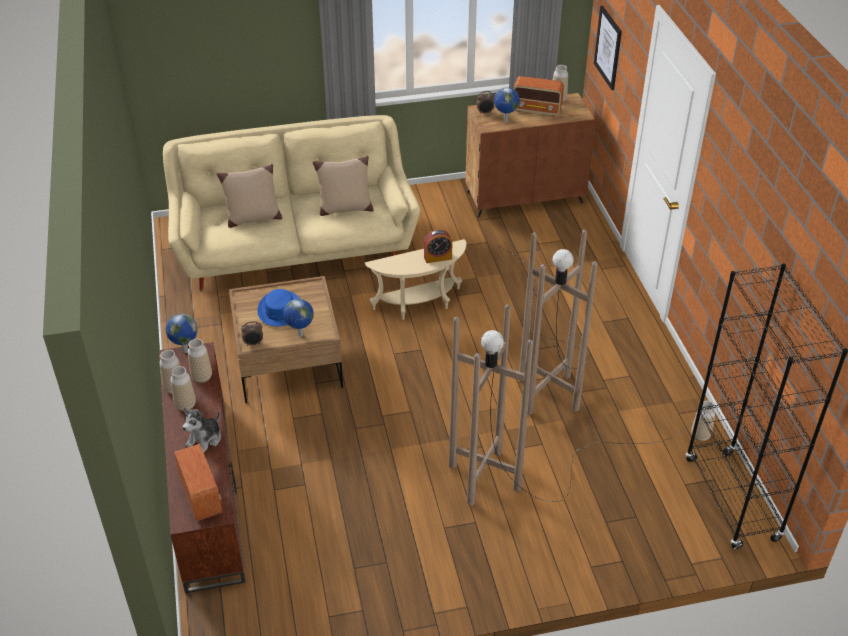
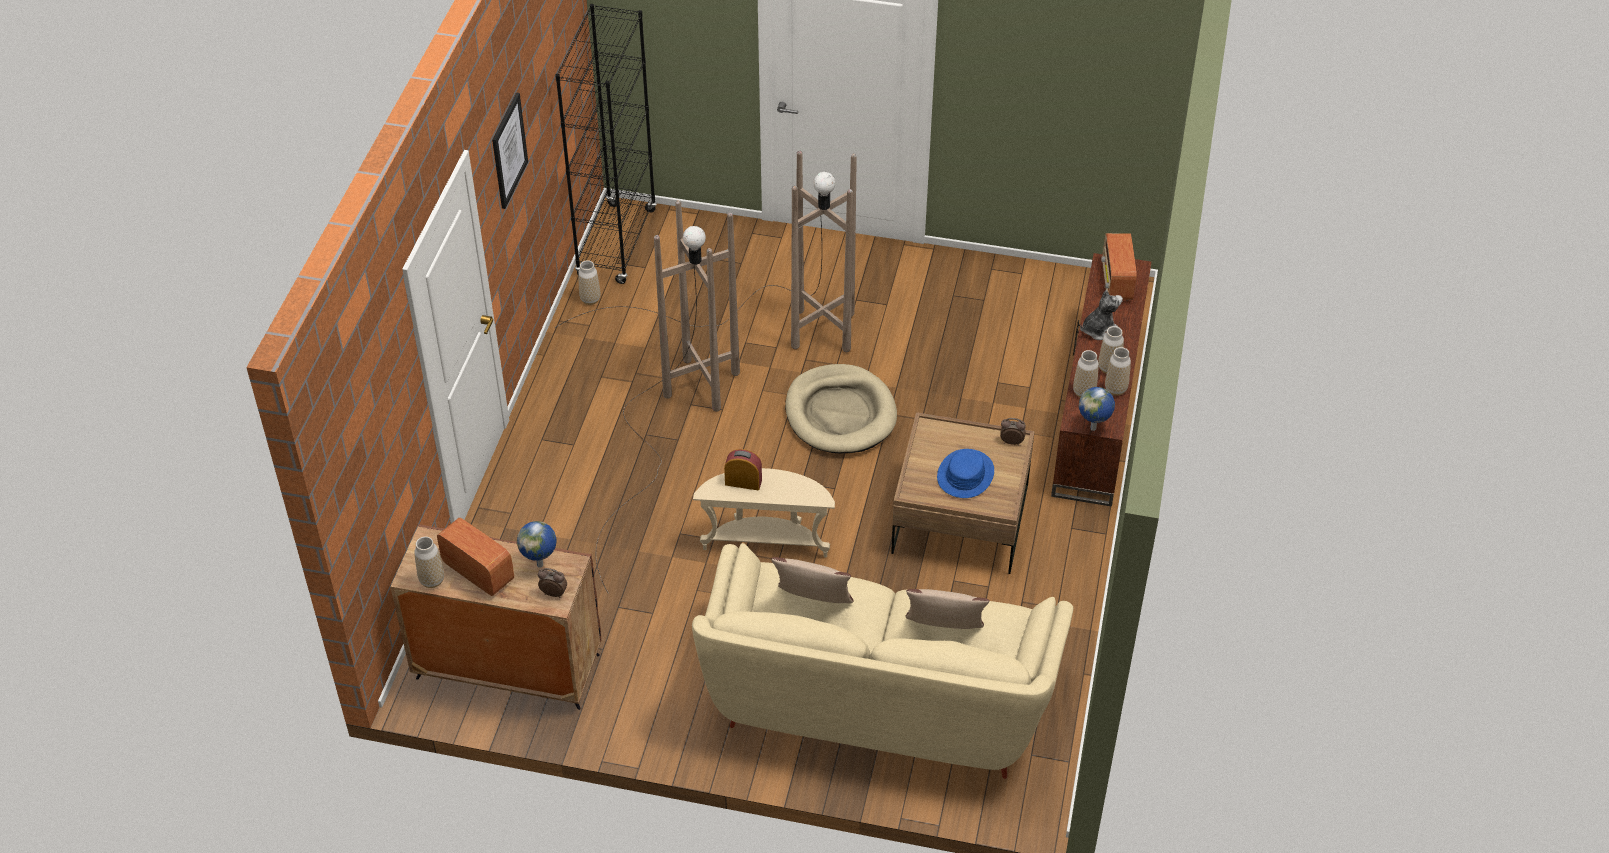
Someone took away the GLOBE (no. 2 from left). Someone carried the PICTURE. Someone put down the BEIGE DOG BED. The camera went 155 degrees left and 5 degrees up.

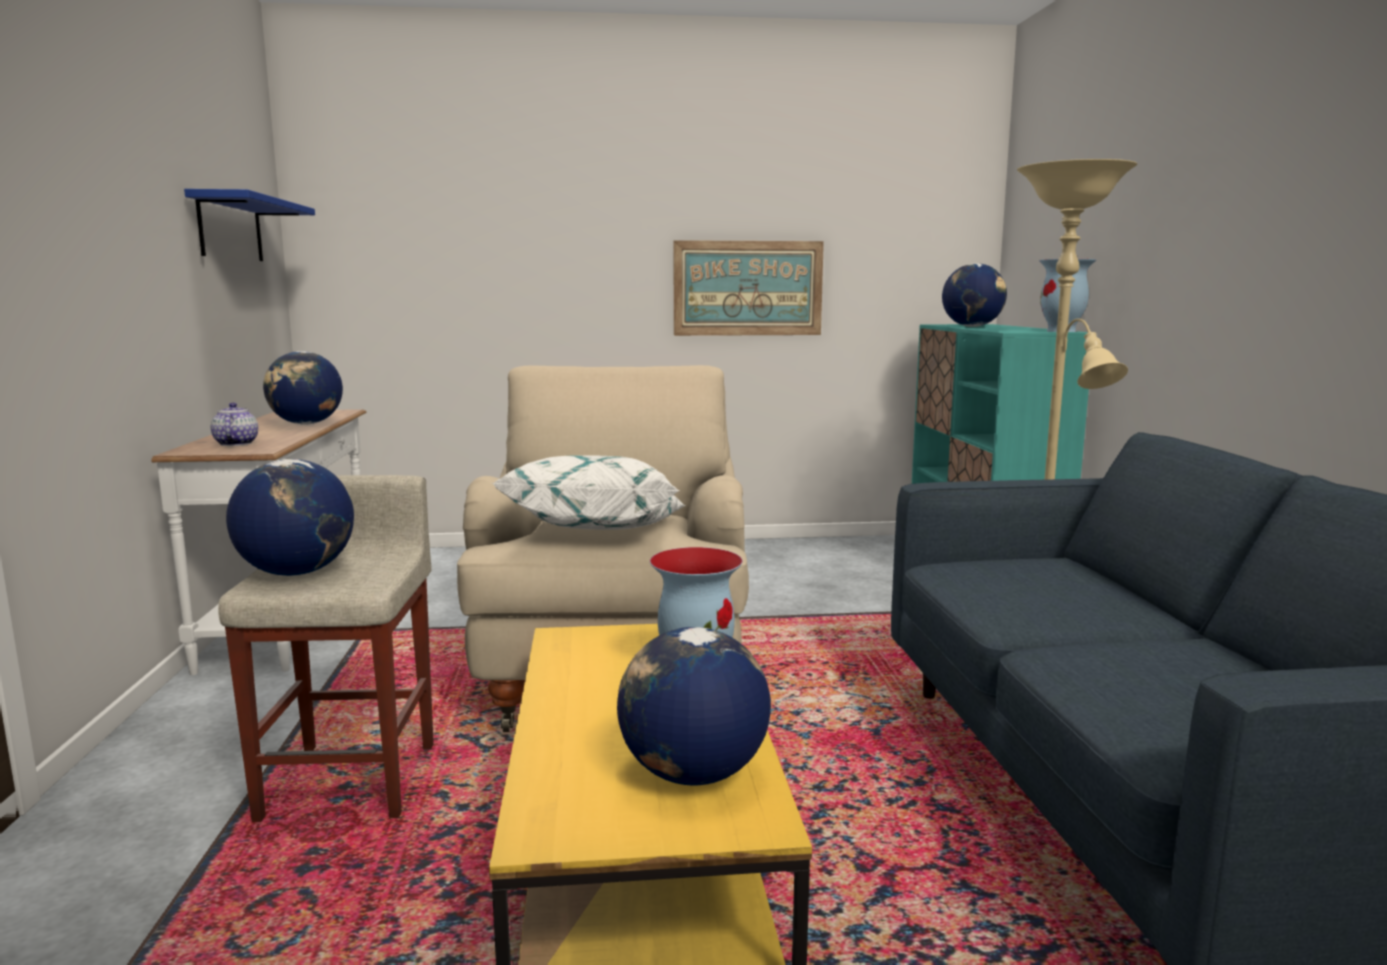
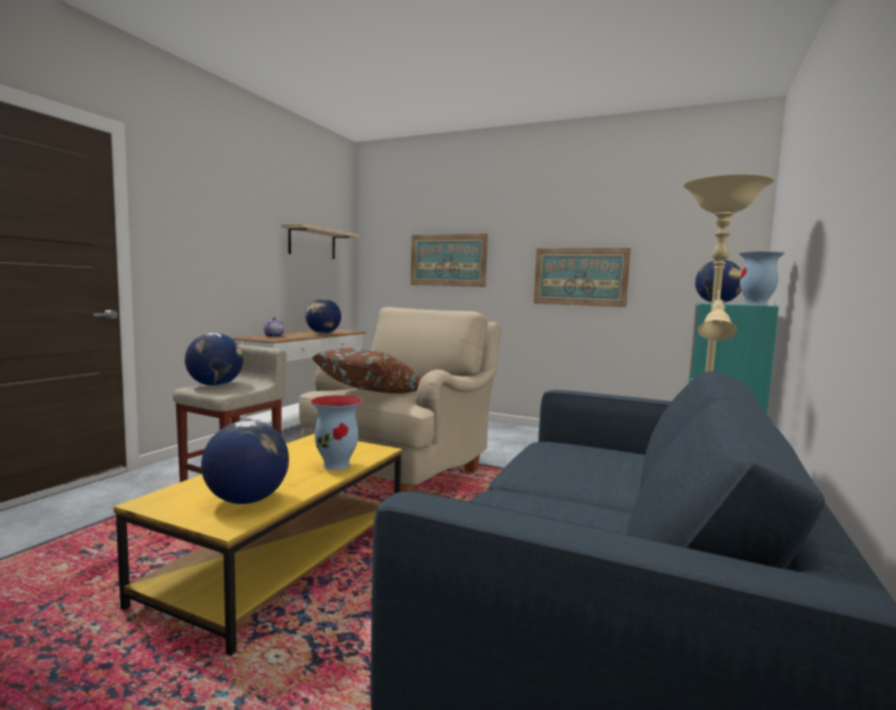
Someone repainted the BLUE SHELF, which became the BEIGE SHELF. Someone repainted the WHITE PILLOW, which became the BROWN PILLOW. Someone put up the PICTURE (no. 1 from left). The camera went 30 degrees right and 5 degrees down.

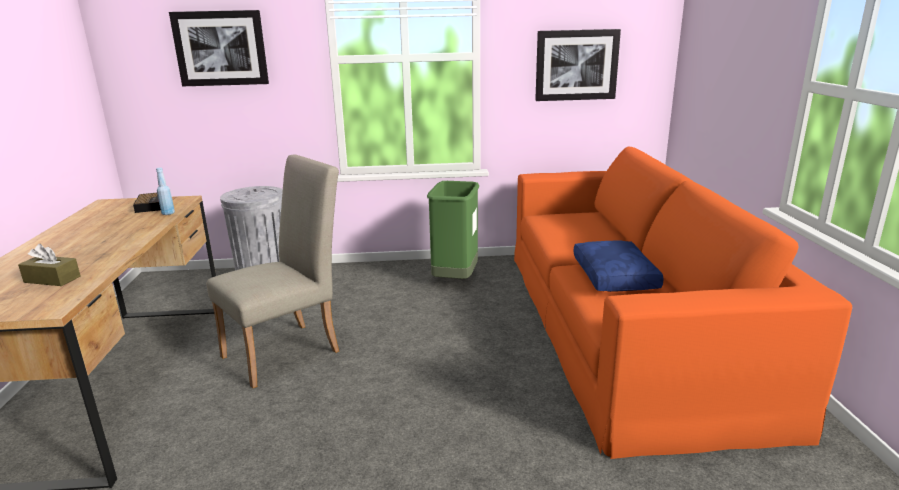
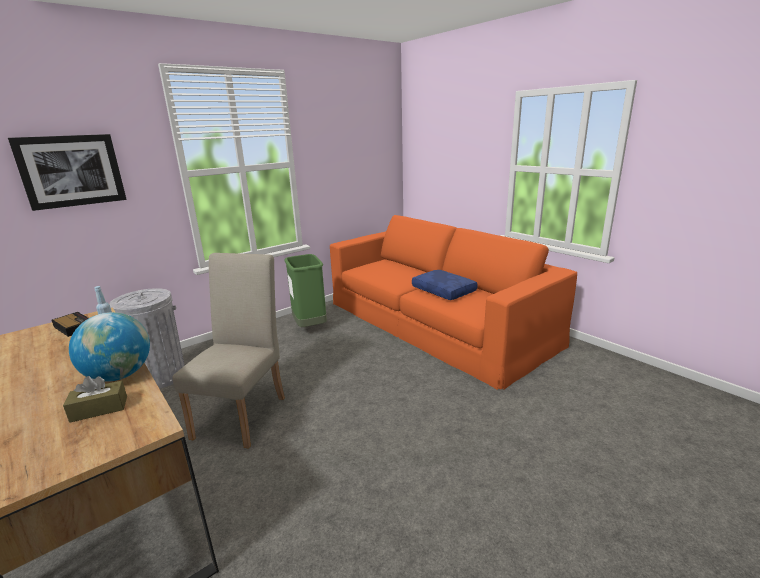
Someone took away the PICTURE (no. 2 from left). Someone put down the GLOBE. The camera went 35 degrees left and 0 degrees up.

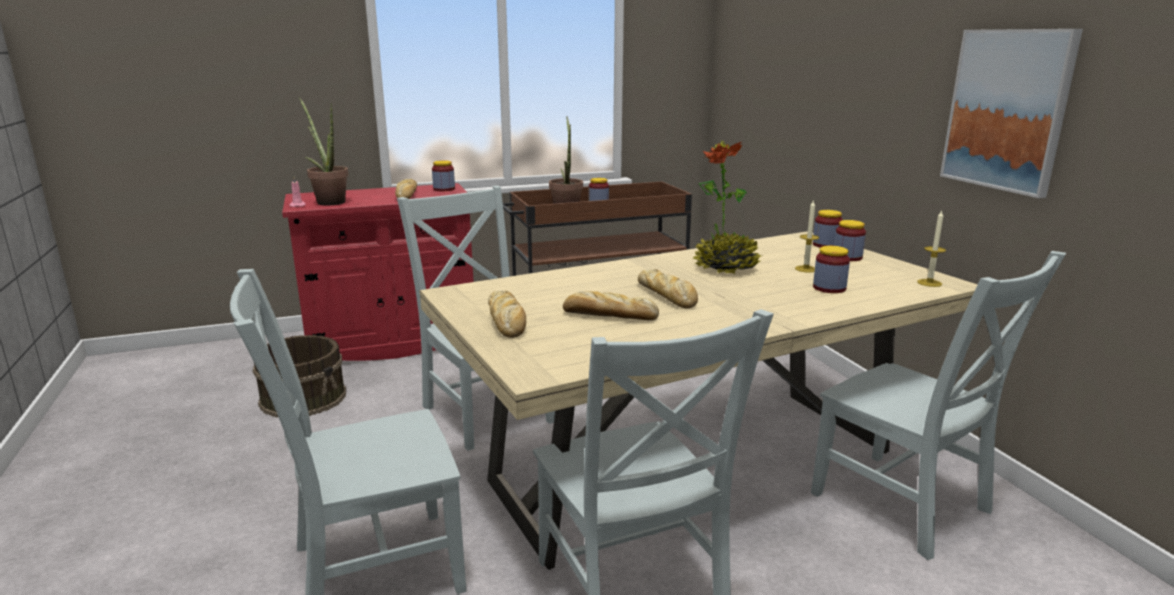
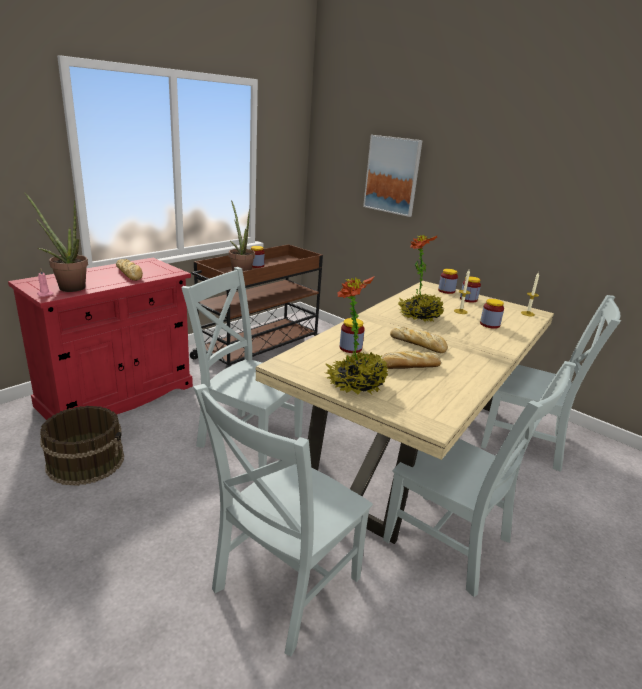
Someone carried the JAR (no. 1 from left in the first image). Someone swapped the BREAD (no. 2 from left) for the POTTED PLANT (no. 3 from left). Someone carried the PICTURE. The camera went 30 degrees left and 5 degrees up.

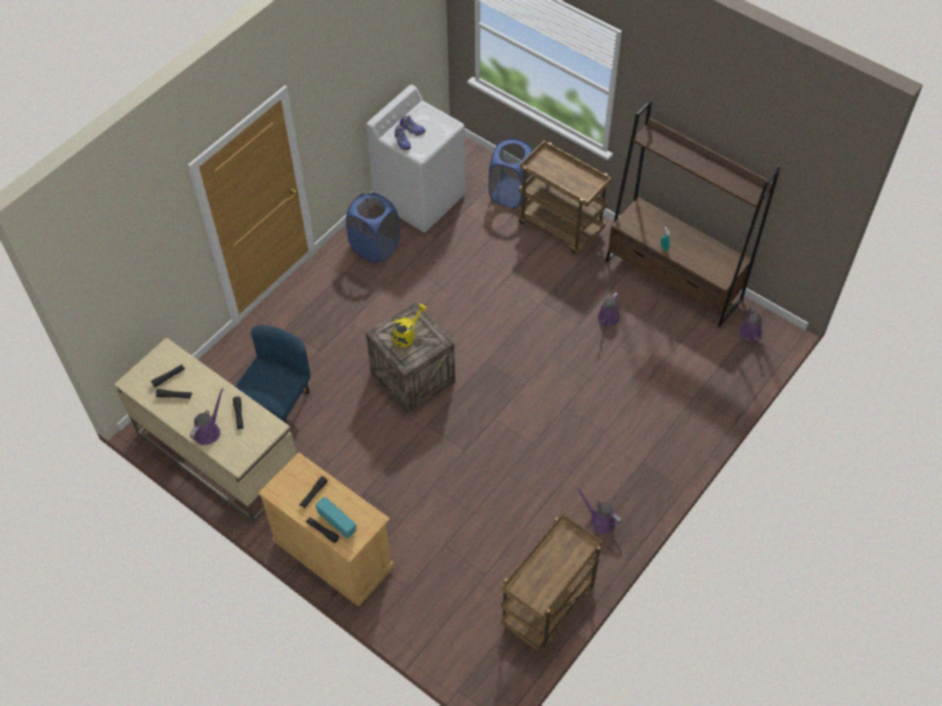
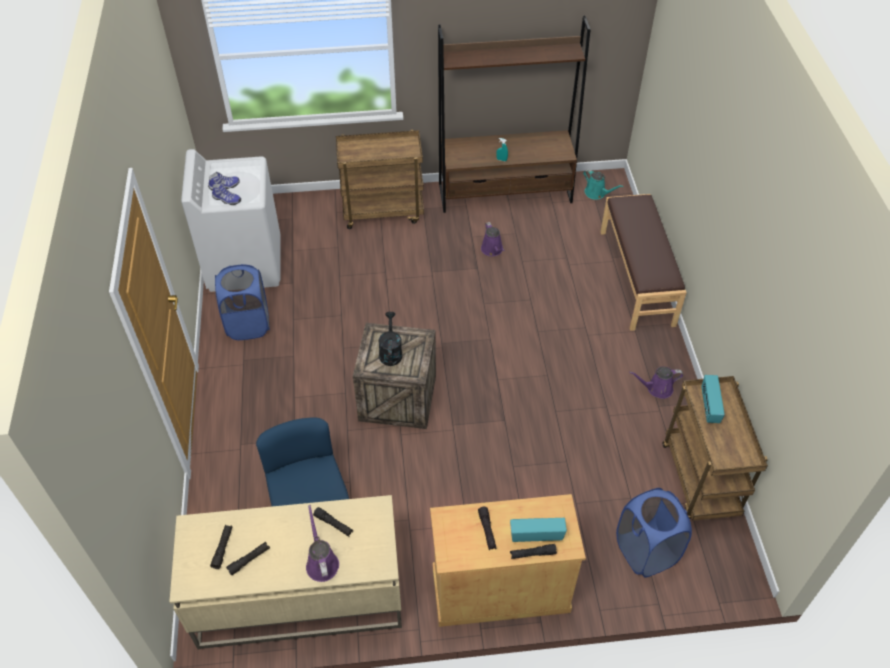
Someone repainted the YELLOW WATERING CAN, which became the BLACK WATERING CAN. Someone carried the BLUE LAUNDRY BASKET (no. 2 from left). Someone repainted the PURPLE WATERING CAN (no. 4 from left), which became the TURQUOISE WATERING CAN. Someone put down the BROWN BENCH. Someone put down the RADIO (no. 2 from left). The camera went 45 degrees left and 5 degrees down.

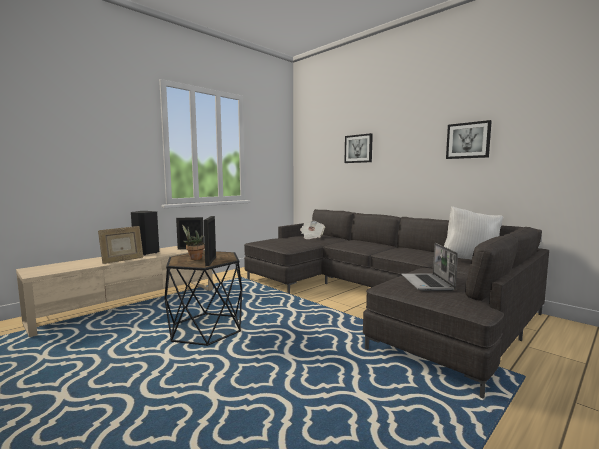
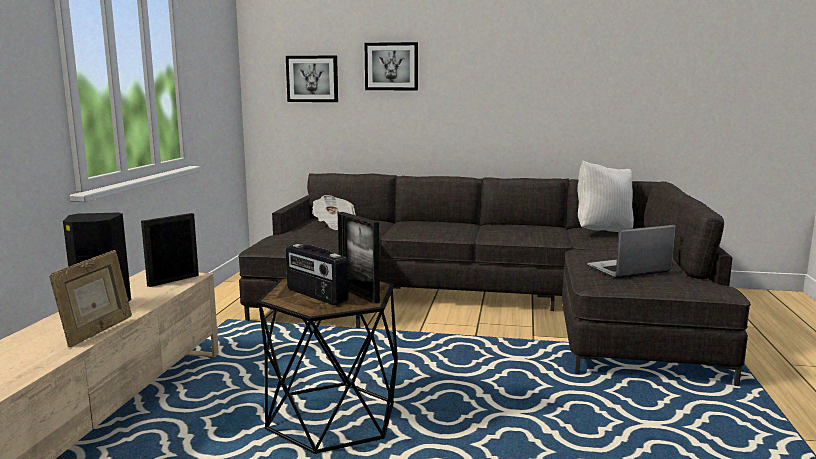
Someone swapped the POTTED PLANT for the RADIO. Someone rotated the LAPTOP by 105 degrees clockwise. Someone carried the PICTURE (no. 2 from left in the first image). The camera went 35 degrees left and 5 degrees up.

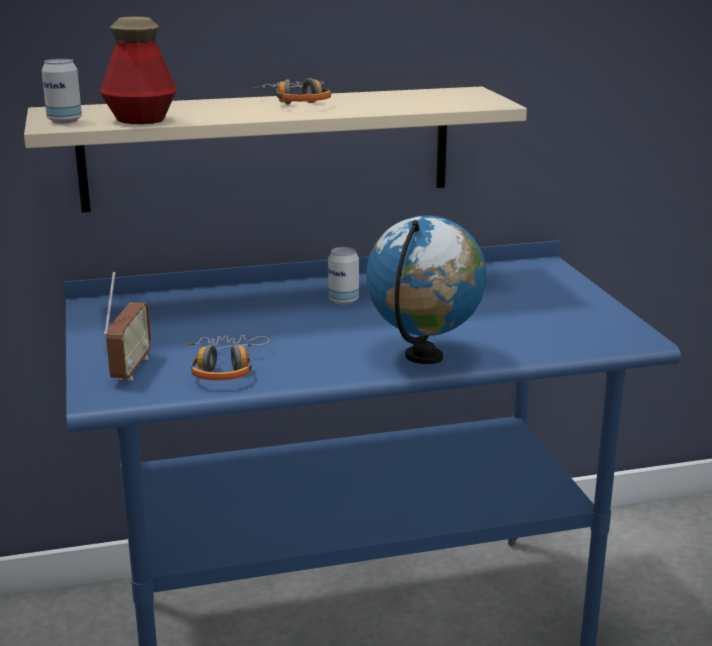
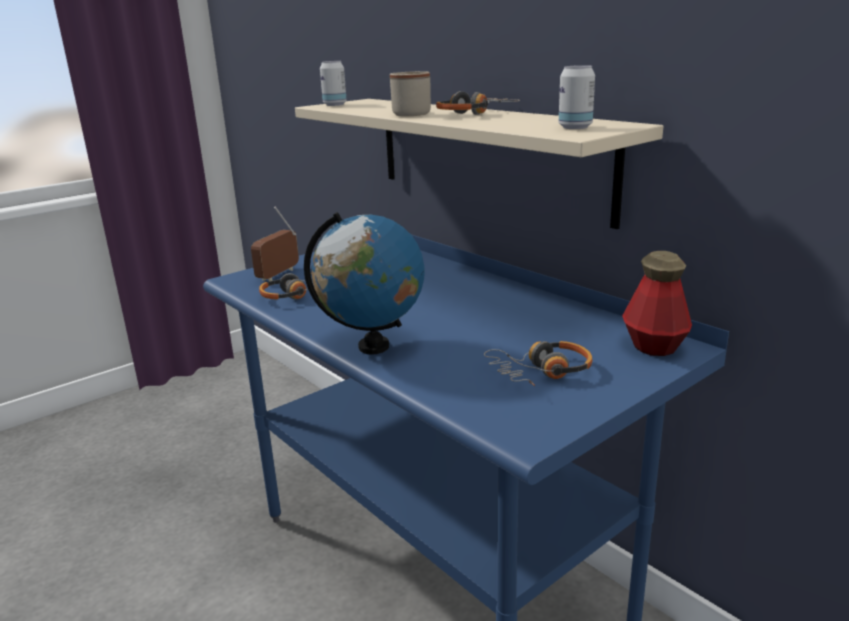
Someone carried the BOTTLE. Someone rotated the RADIO by 135 degrees clockwise. Someone carried the CAN (no. 2 from left). Someone put down the BEIGE MUG. Someone put down the HEADPHONES (no. 3 from left). The camera went 65 degrees right and 0 degrees up.

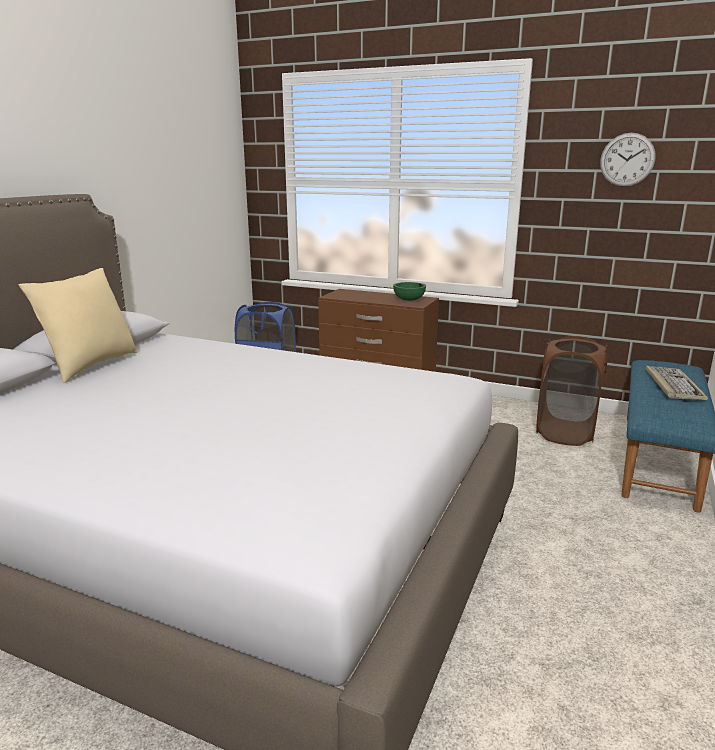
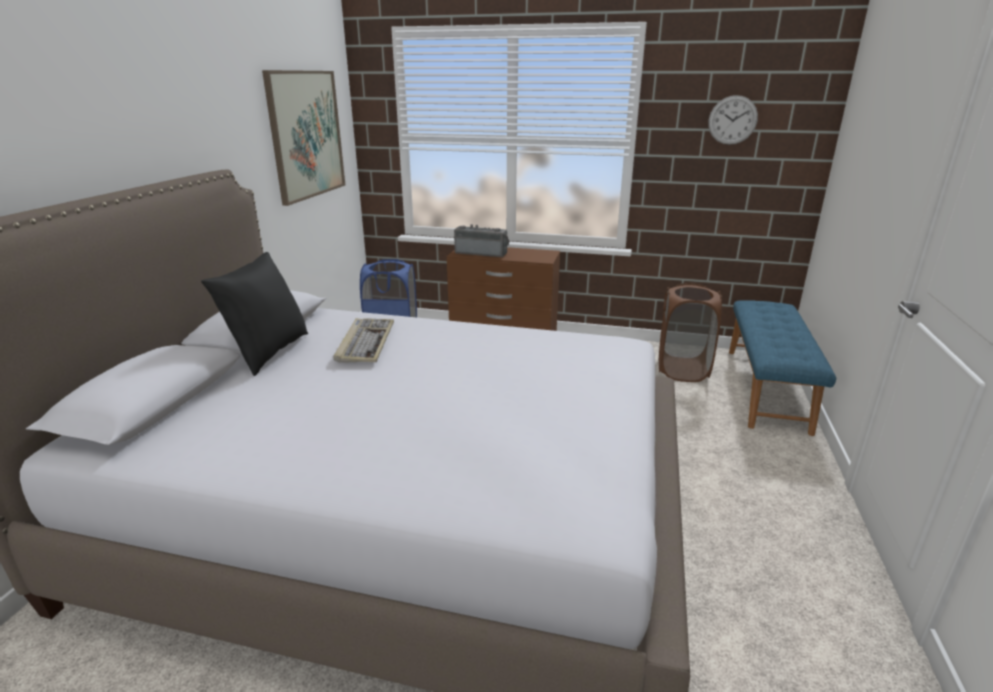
Someone repainted the BEIGE PILLOW, which became the BLACK PILLOW. Someone took away the GREEN BOWL. Someone carried the KEYBOARD. Someone put up the PICTURE. Someone put down the RADIO. The camera went 10 degrees left and 5 degrees up.

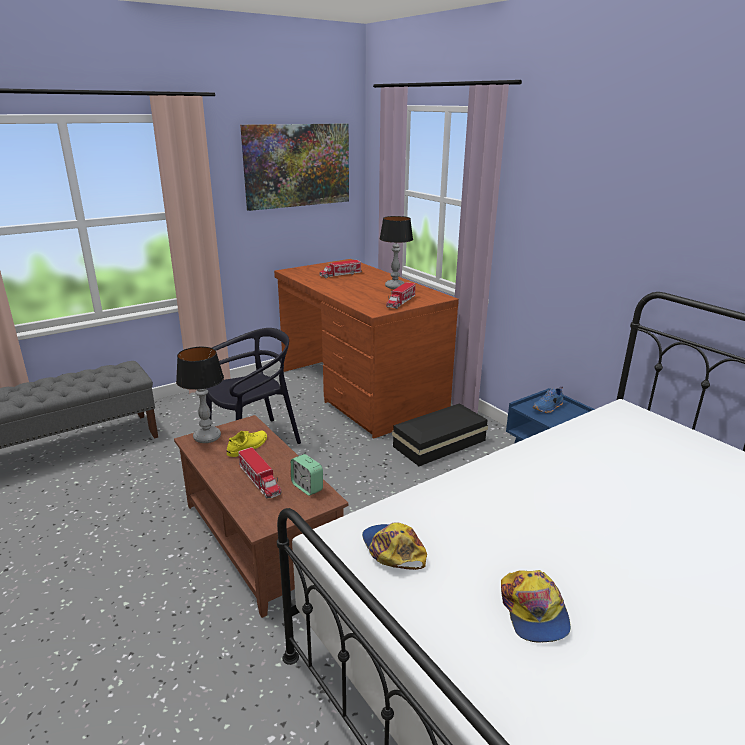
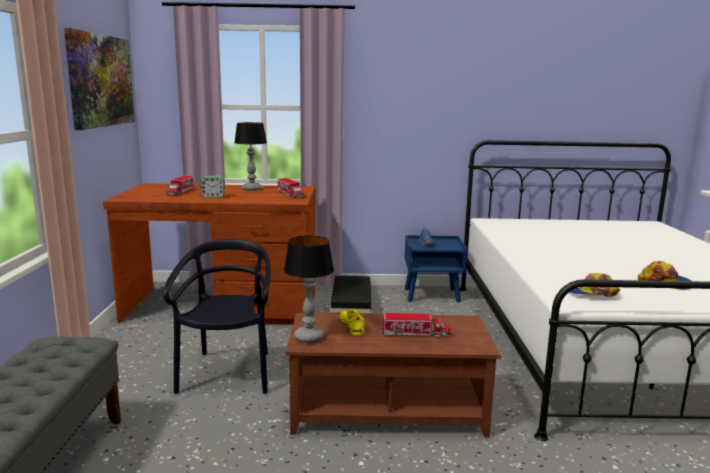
Someone carried the ALARM CLOCK. The camera went 55 degrees left and 10 degrees down.

